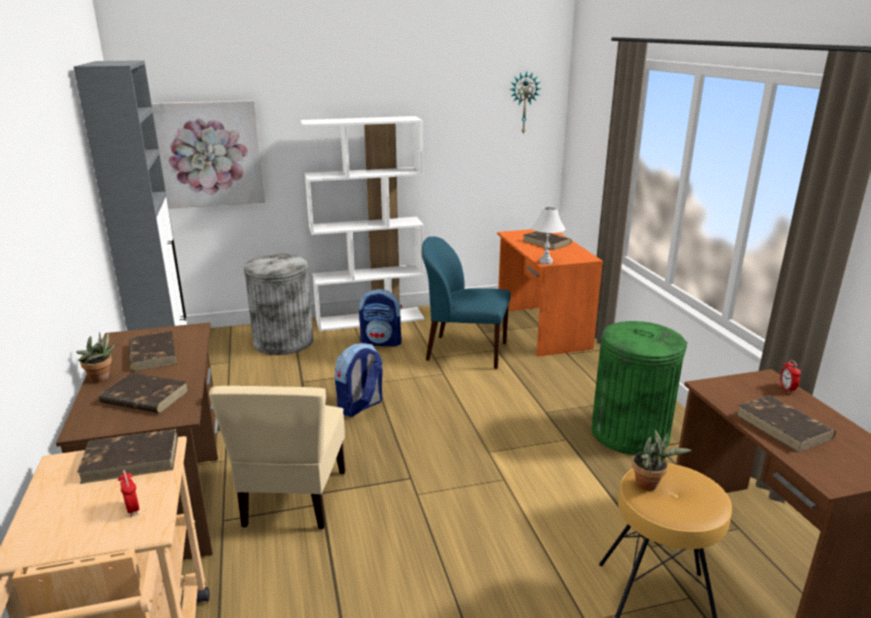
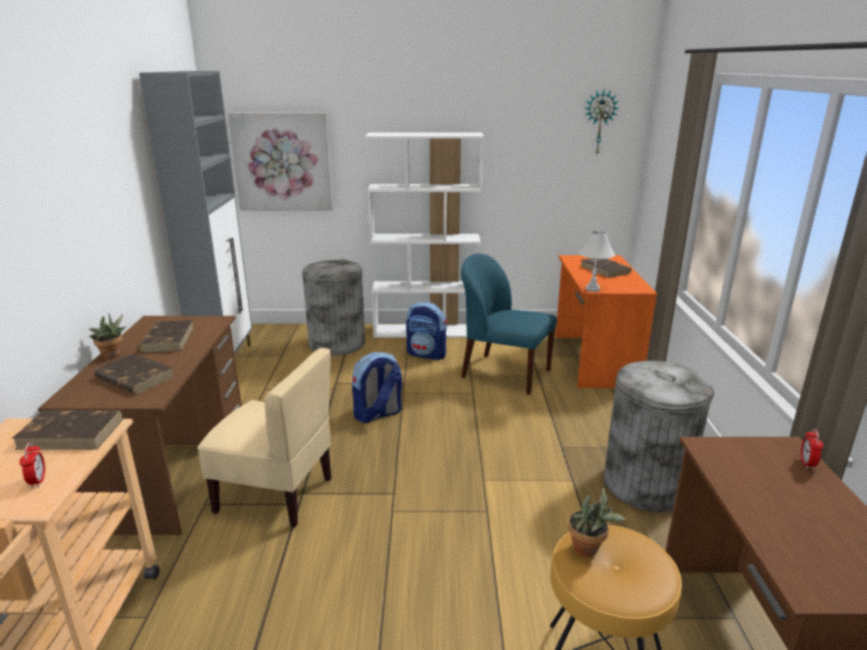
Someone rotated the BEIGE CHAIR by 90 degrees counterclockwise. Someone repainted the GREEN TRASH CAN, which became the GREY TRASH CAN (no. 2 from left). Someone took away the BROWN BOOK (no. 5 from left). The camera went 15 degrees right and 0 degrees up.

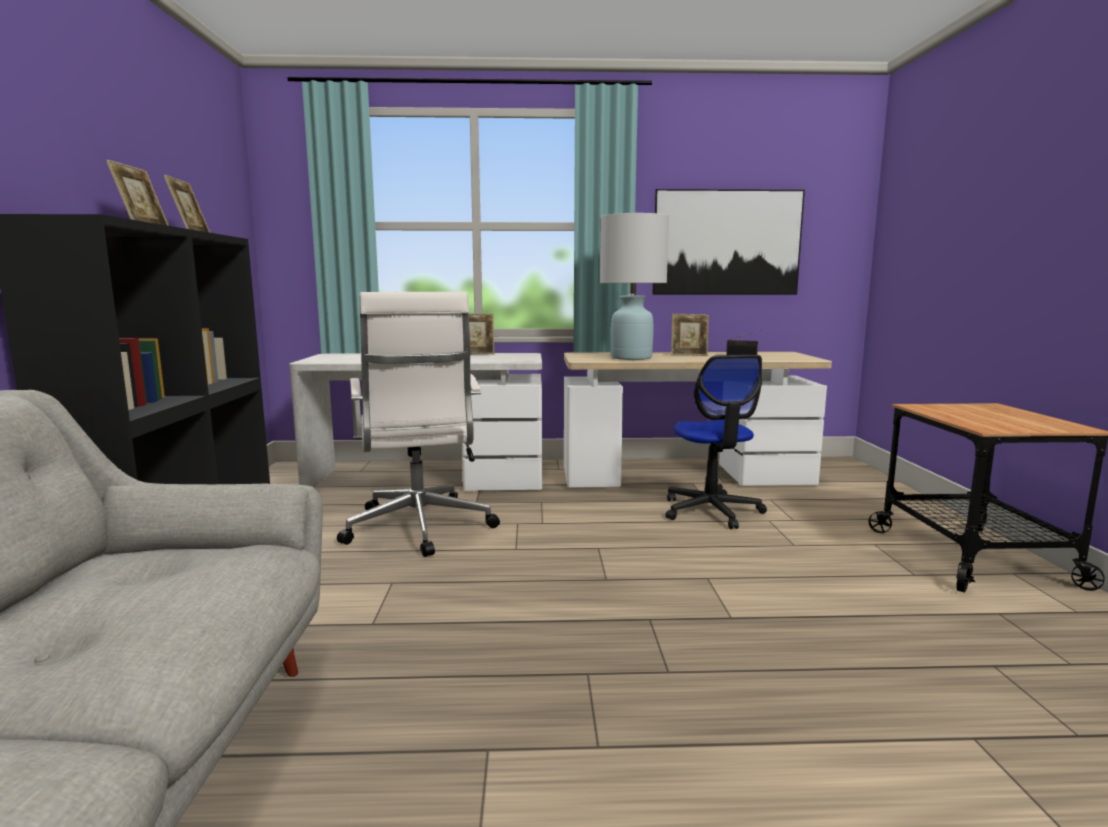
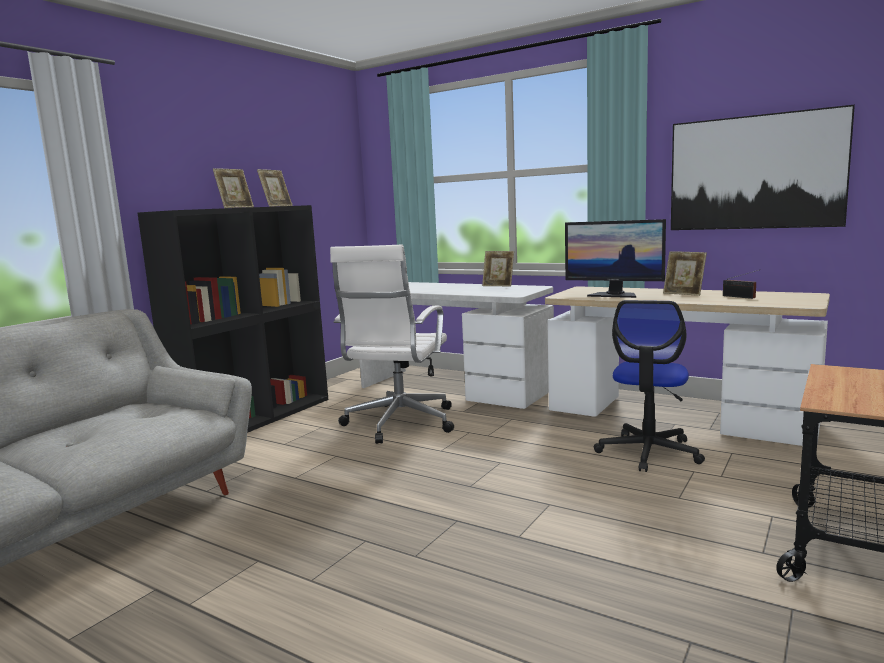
Someone swapped the WHITE TABLE LAMP for the MONITOR. The camera went 35 degrees right and 0 degrees up.

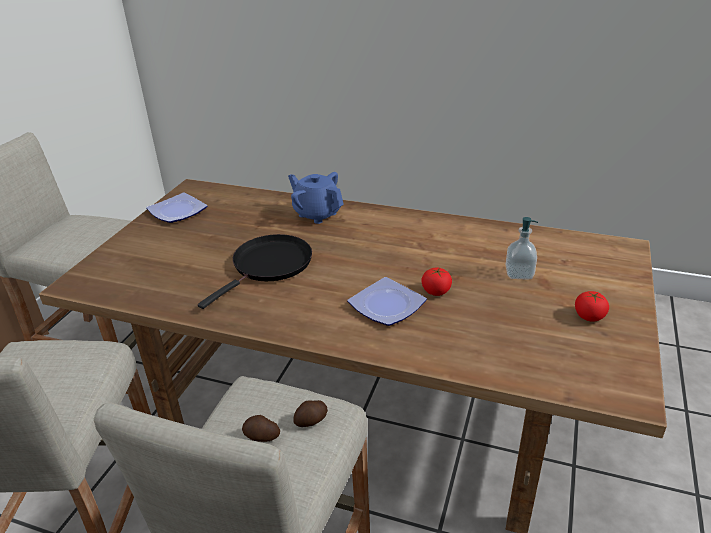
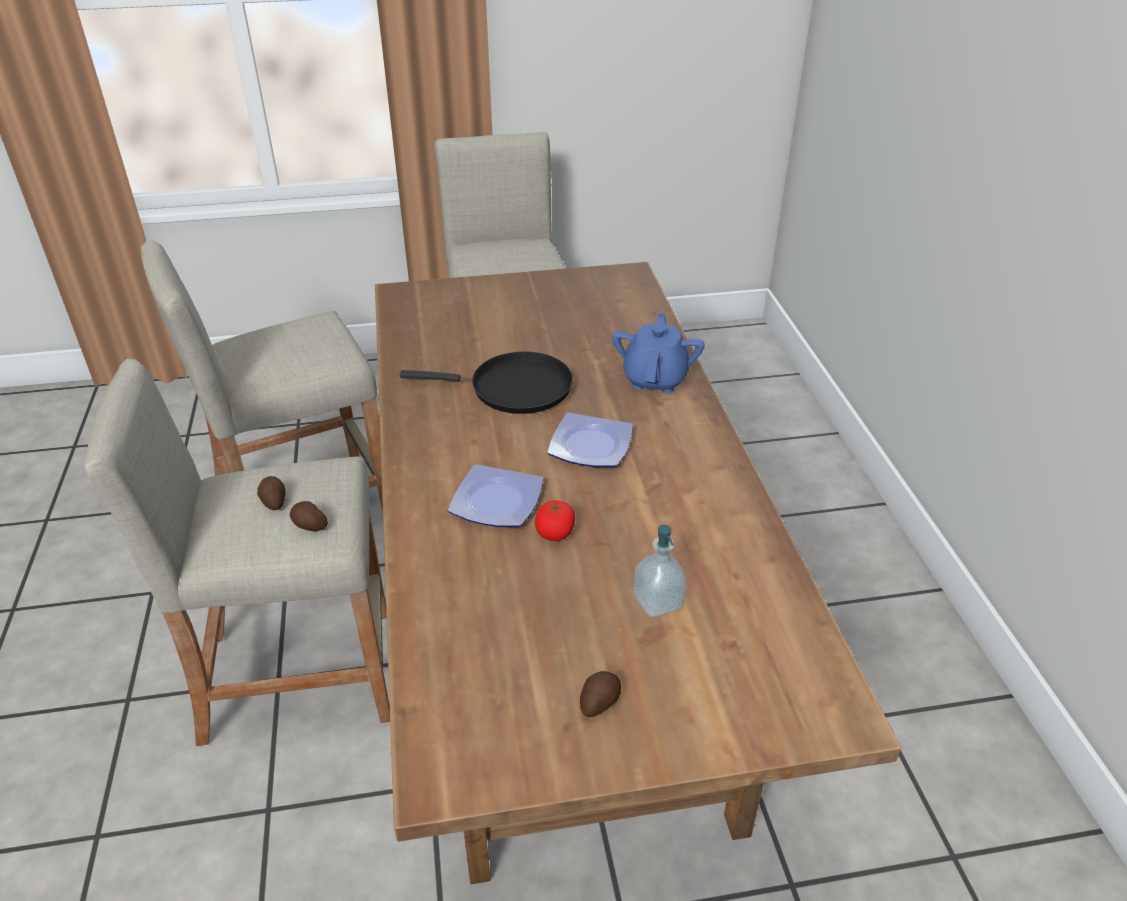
Someone carried the PLATE (no. 1 from left in the first image). Someone swapped the TOMATO (no. 2 from left) for the POTATO (no. 3 from left). The camera went 60 degrees right and 5 degrees up.

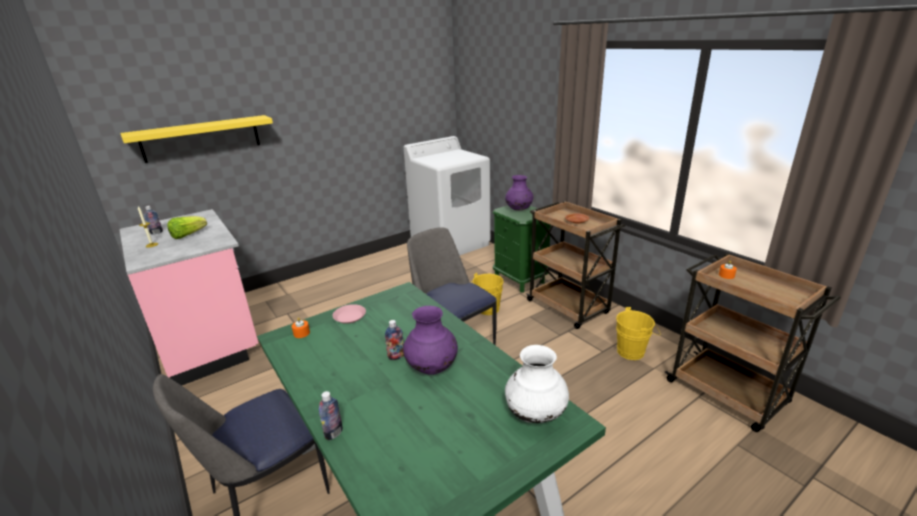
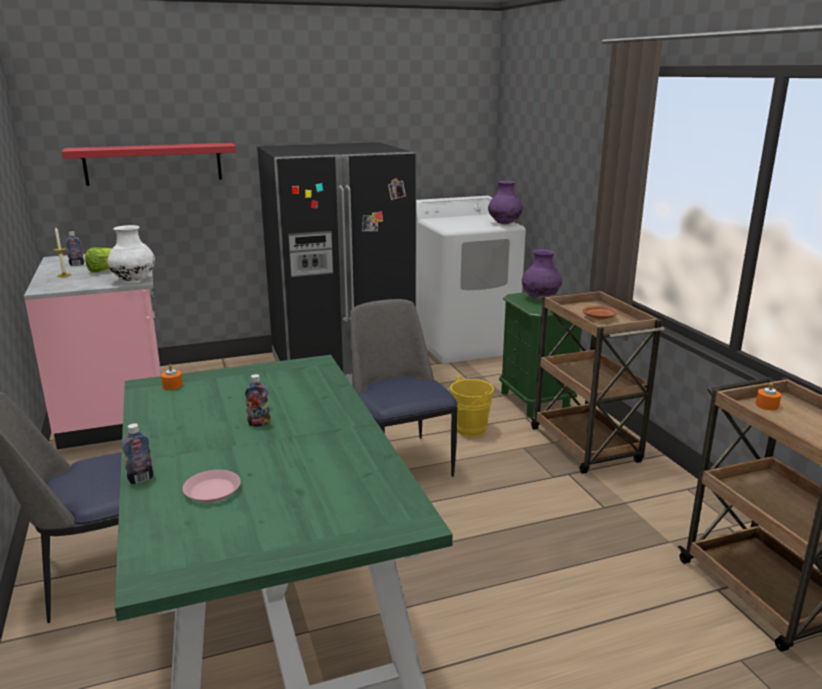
Someone repainted the YELLOW SHELF, which became the RED SHELF. Someone carried the PINK PLATE. Someone carried the PURPLE VASE (no. 1 from left). Someone carried the WHITE VASE. Someone took away the YELLOW BUCKET (no. 2 from left). Someone put down the BLACK FRIDGE. The camera went 15 degrees right and 5 degrees down.

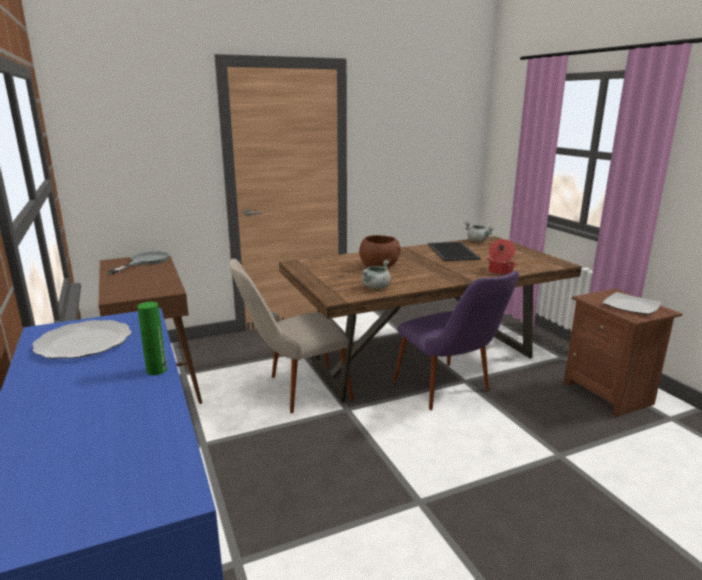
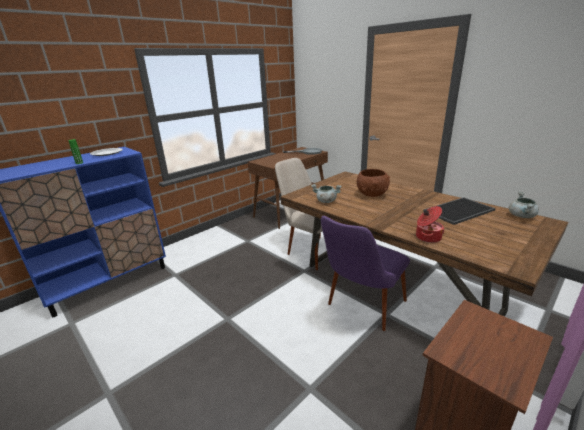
Someone took away the PLATE (no. 2 from left). The camera went 70 degrees right and 5 degrees up.

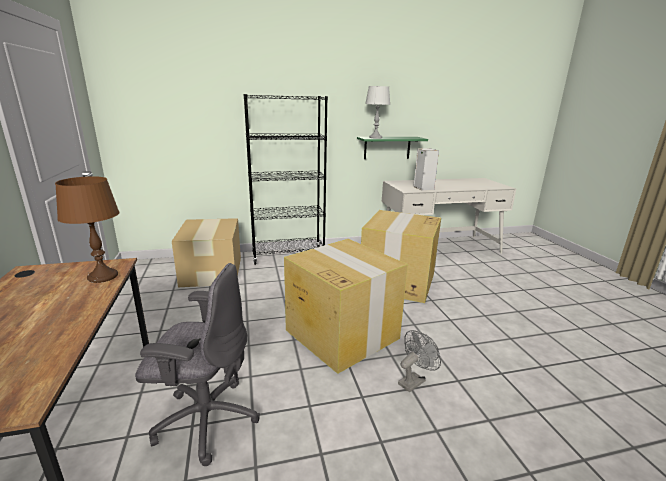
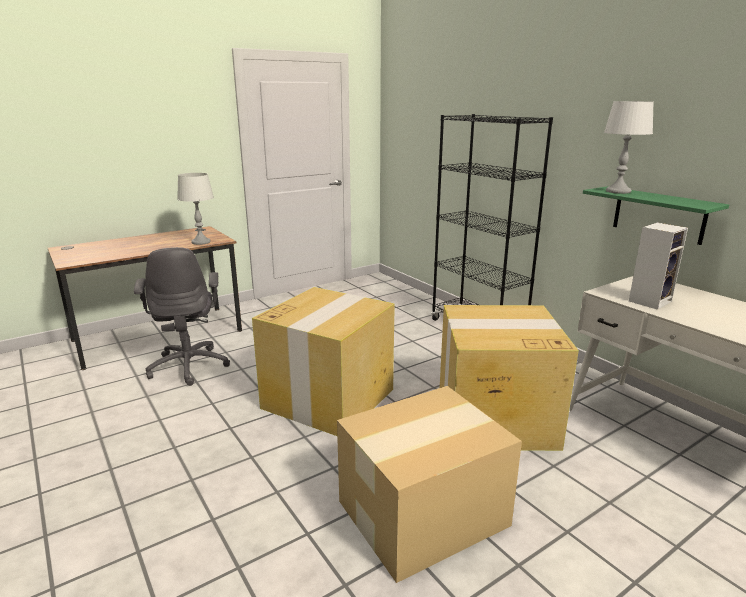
Someone repainted the BROWN TABLE LAMP, which became the GREY TABLE LAMP (no. 1 from left). Someone carried the CARDBOARD BOX (no. 1 from left in the first image). Someone took away the GREY FAN. The camera went 70 degrees right and 0 degrees up.

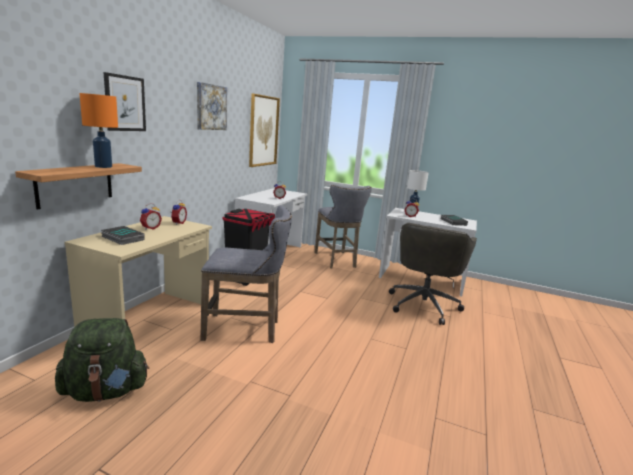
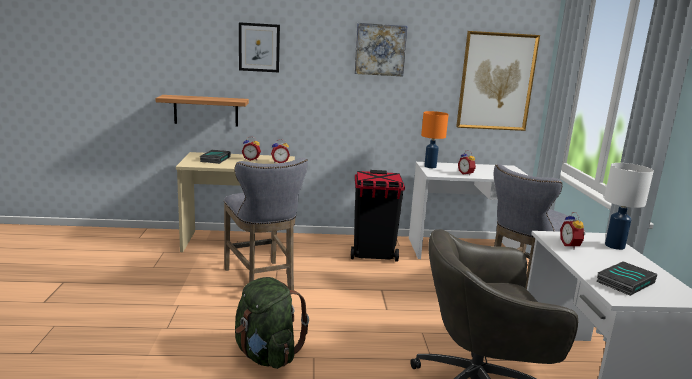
Someone carried the GREEN BACKPACK. Someone carried the ORANGE TABLE LAMP. The camera went 65 degrees right and 0 degrees up.

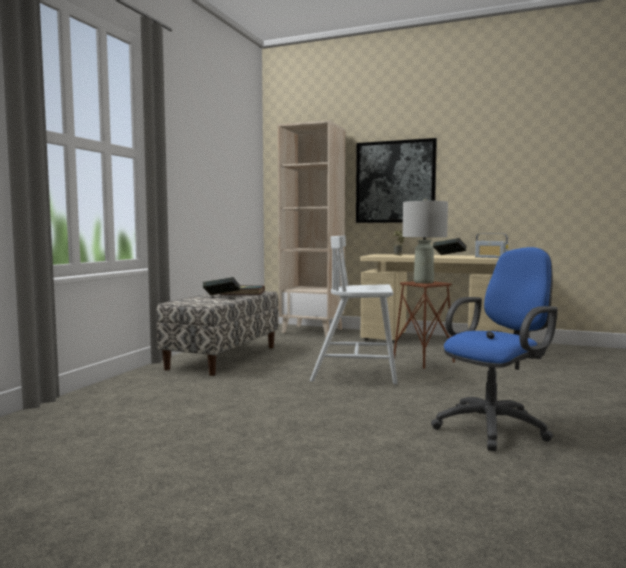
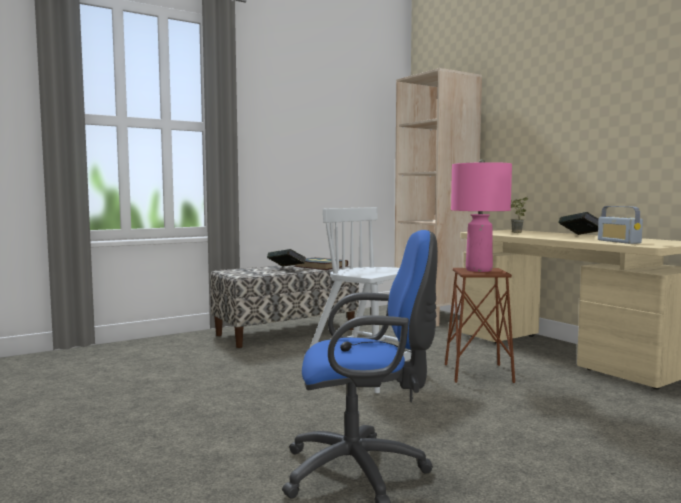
Someone took away the PICTURE. Someone repainted the GREY TABLE LAMP, which became the PINK TABLE LAMP. The camera went 35 degrees right and 0 degrees up.

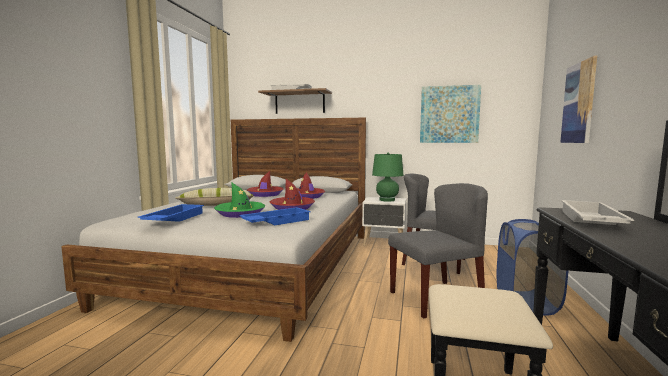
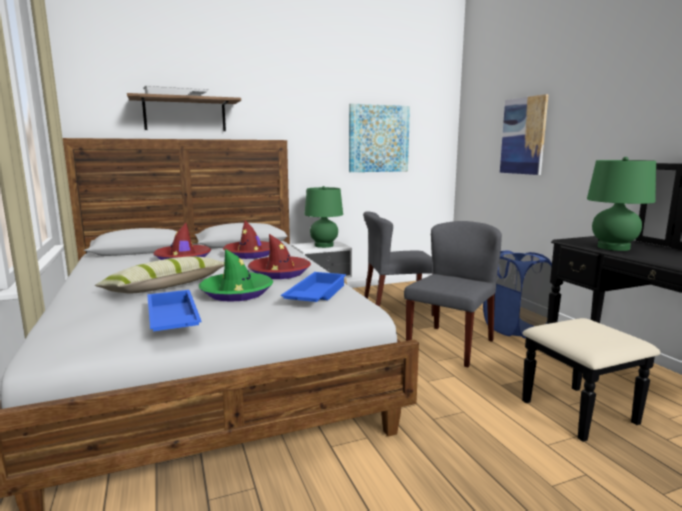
Someone swapped the WHITE TRAY (no. 2 from left) for the GREEN TABLE LAMP (no. 2 from left). The camera went 35 degrees left and 5 degrees up.

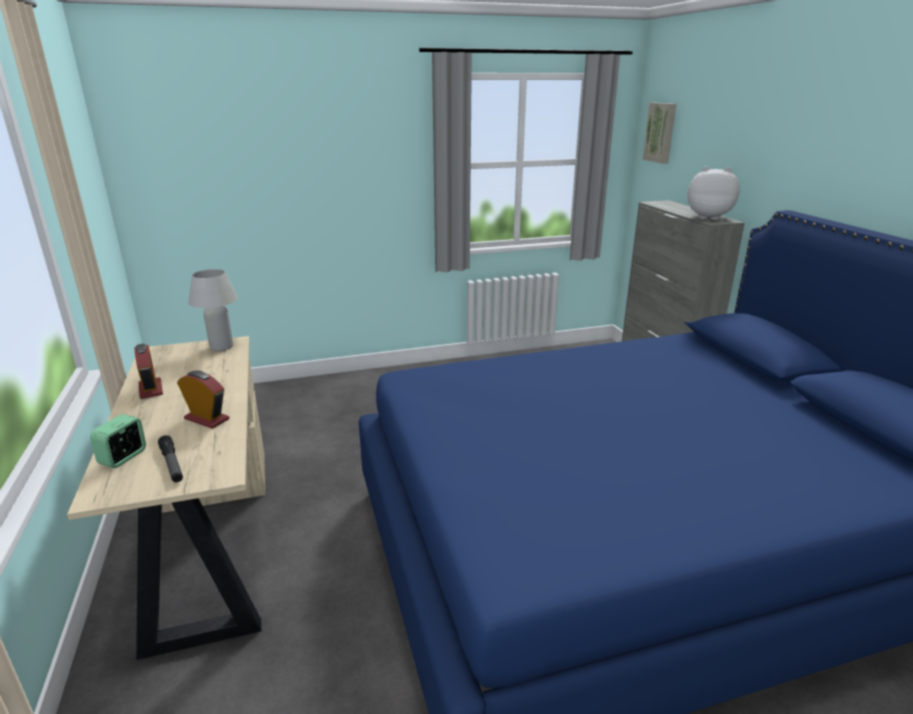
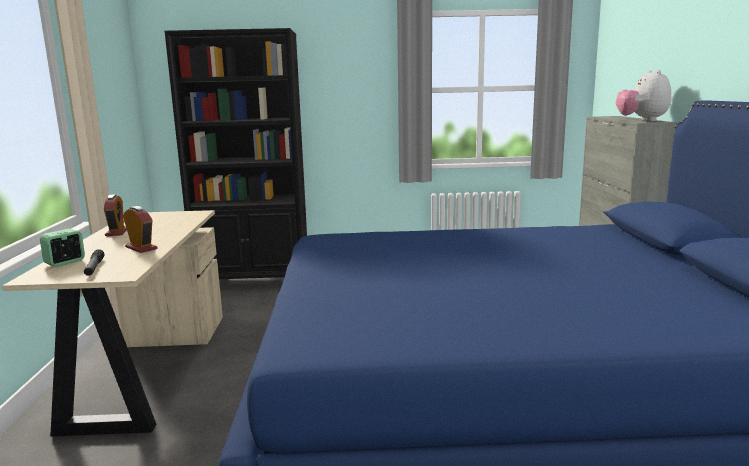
Someone took away the WHITE TABLE LAMP. Someone took away the PICTURE. Someone rotated the PLUSH TOY by 120 degrees counterclockwise. Someone put down the BLACK BOOKCASE. The camera went 15 degrees right and 10 degrees down.

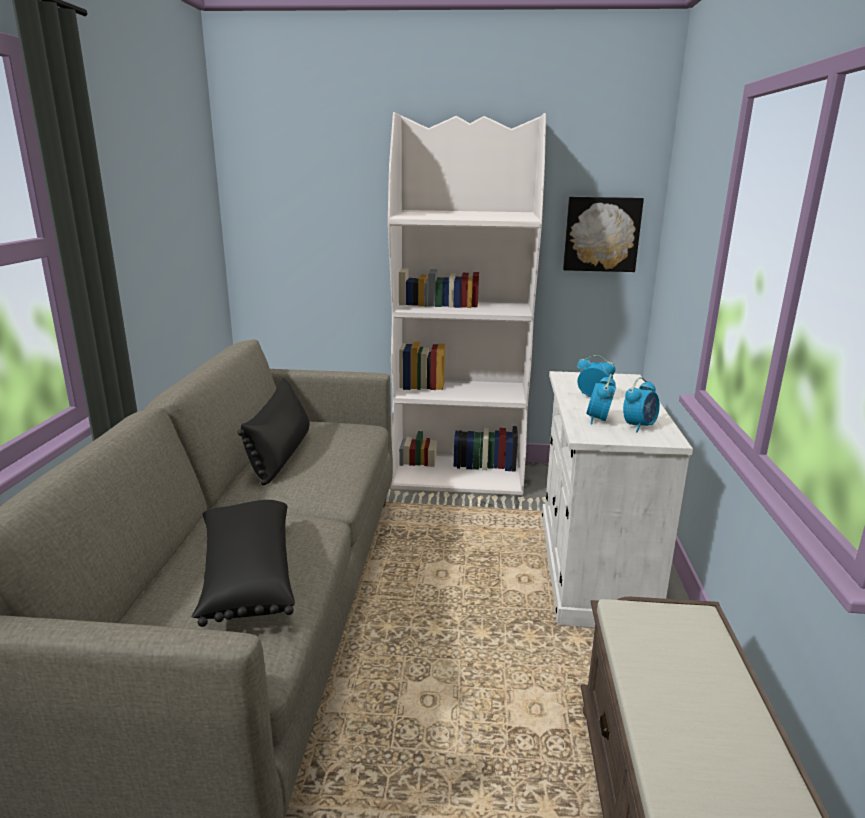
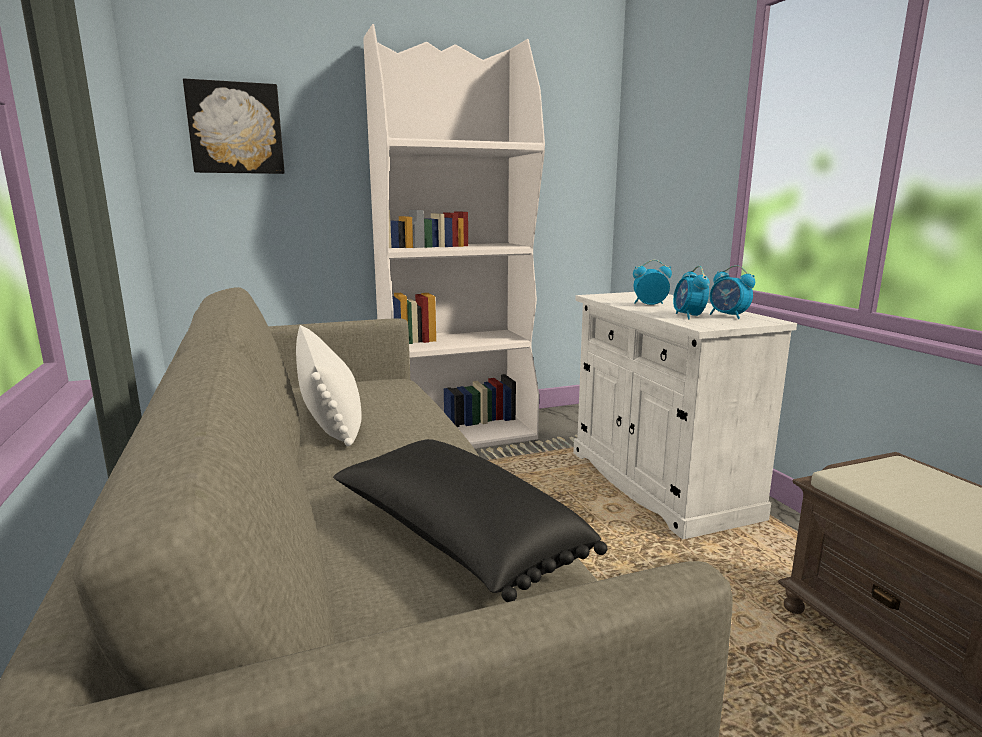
Someone repainted the BLACK PILLOW (no. 2 from left), which became the WHITE PILLOW. Someone carried the PICTURE. Someone rotated the ALARM CLOCK (no. 3 from left) by 120 degrees clockwise. The camera went 25 degrees left and 5 degrees down.

